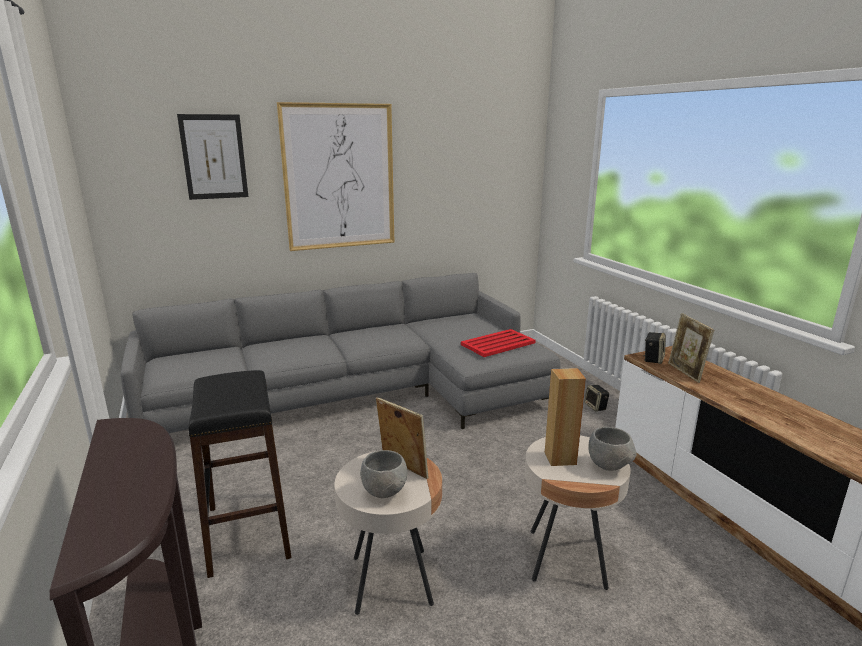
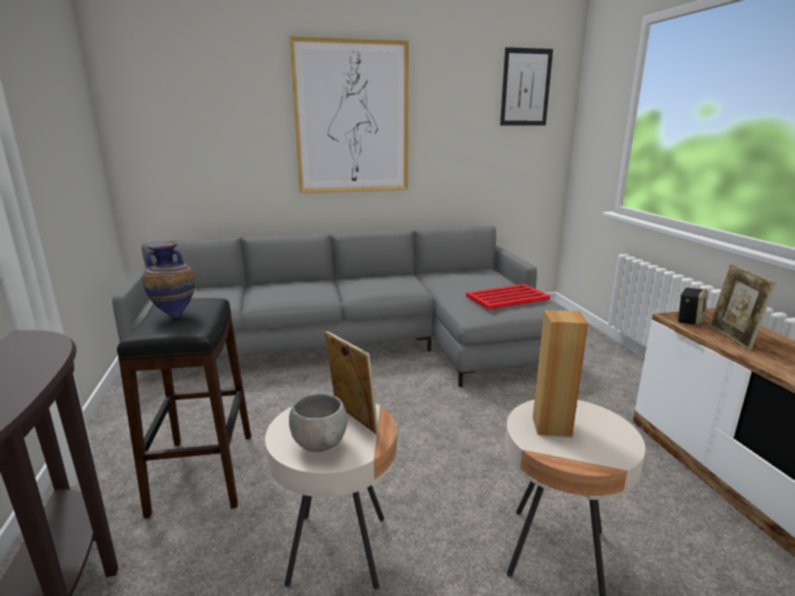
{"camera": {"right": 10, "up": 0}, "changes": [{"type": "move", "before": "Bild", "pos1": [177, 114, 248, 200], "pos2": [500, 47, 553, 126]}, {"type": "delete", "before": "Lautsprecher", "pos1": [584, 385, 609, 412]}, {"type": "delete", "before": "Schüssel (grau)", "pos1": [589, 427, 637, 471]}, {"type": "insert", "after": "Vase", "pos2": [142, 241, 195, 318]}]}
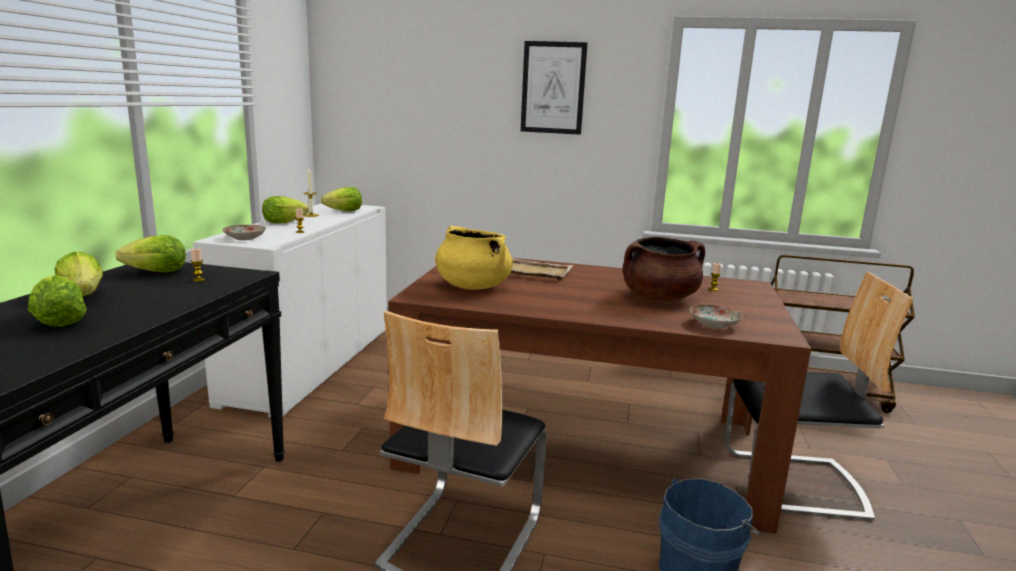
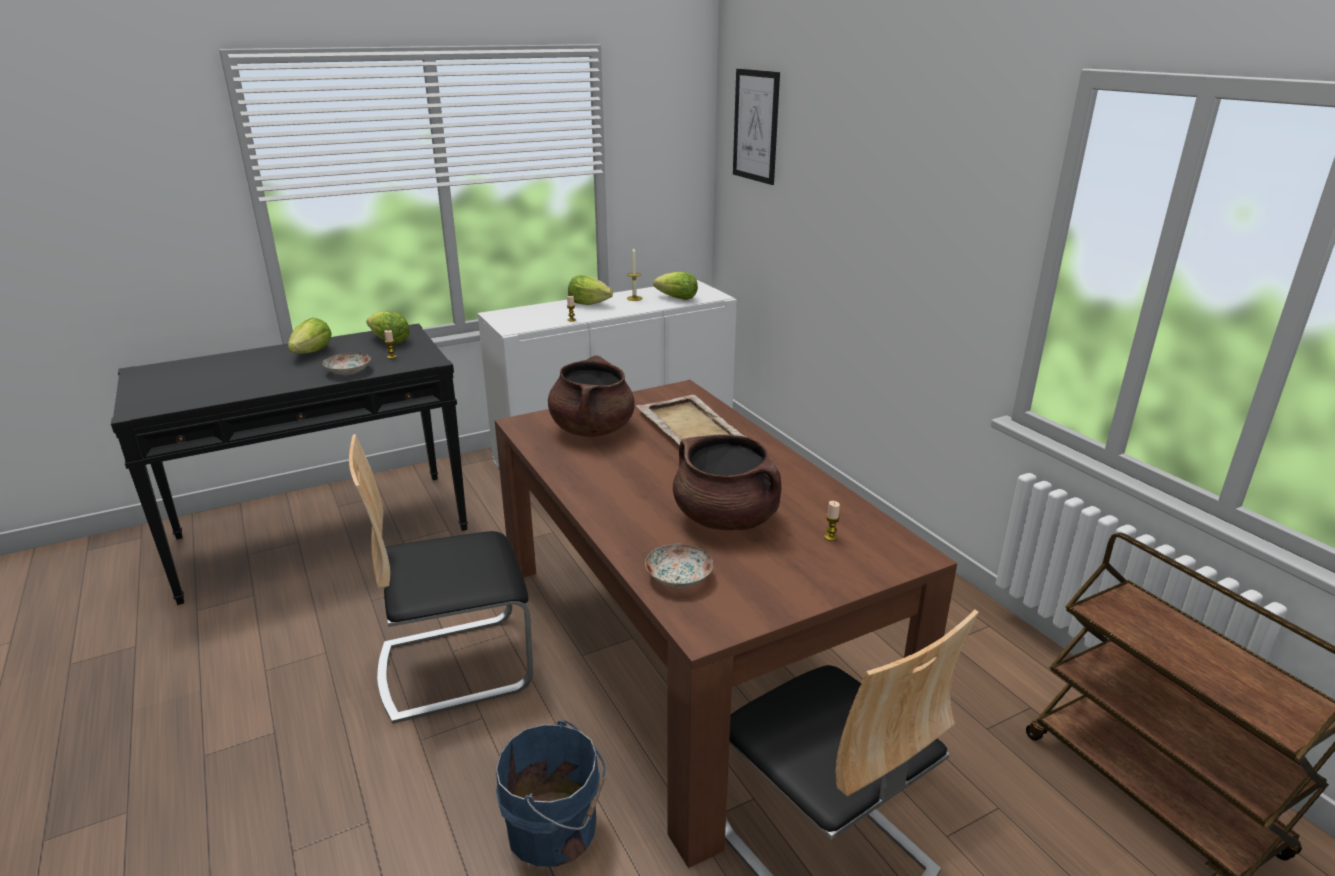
{"camera": {"right": 50, "up": 10}, "changes": [{"type": "move", "before": "Bild", "pos1": [521, 41, 587, 135], "pos2": [733, 69, 780, 185]}, {"type": "move", "before": "Teller", "pos1": [222, 225, 266, 240], "pos2": [322, 353, 371, 375]}, {"type": "recolor", "before": "Kochtopf (gelb)", "after": "Kochtopf (braun)", "pos1": [435, 225, 513, 290], "pos2": [548, 355, 635, 437]}, {"type": "delete", "before": "Salatkopf", "pos1": [28, 275, 87, 326]}]}
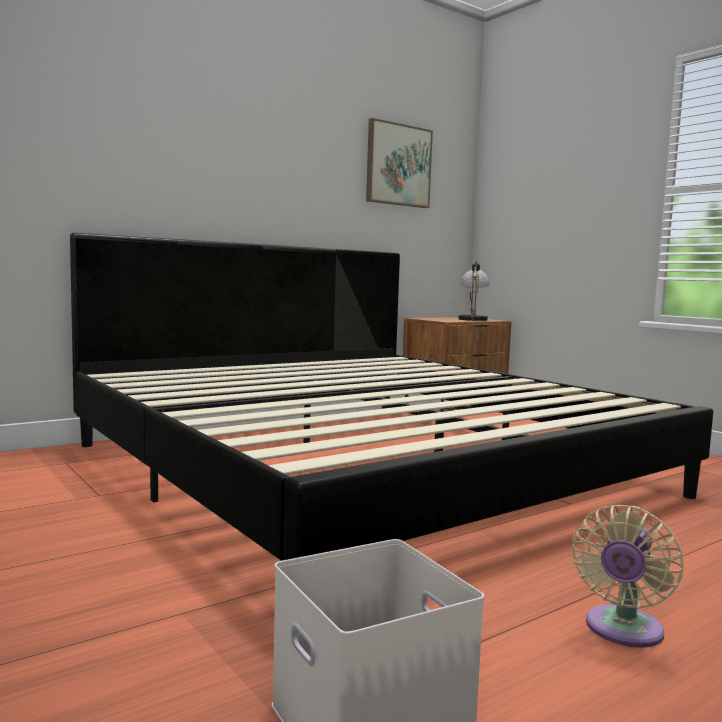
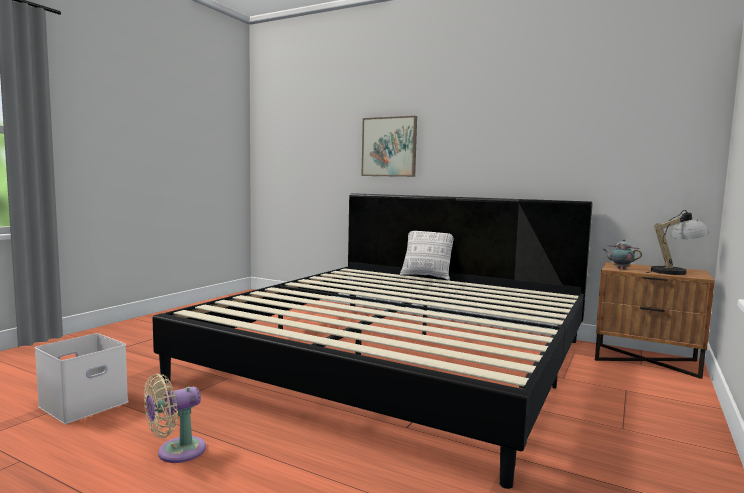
{"camera": {"right": 65, "up": 0}, "changes": [{"type": "move", "before": "Bild", "pos1": [366, 118, 433, 208], "pos2": [361, 116, 417, 177]}, {"type": "rotate", "before": "Ventilator (beige)", "pos1": [572, 505, 683, 648], "pos2": [144, 374, 206, 463], "turn": -45}, {"type": "insert", "after": "Kissen", "pos2": [400, 231, 454, 280]}, {"type": "insert", "after": "Teekanne", "pos2": [603, 239, 642, 269]}]}
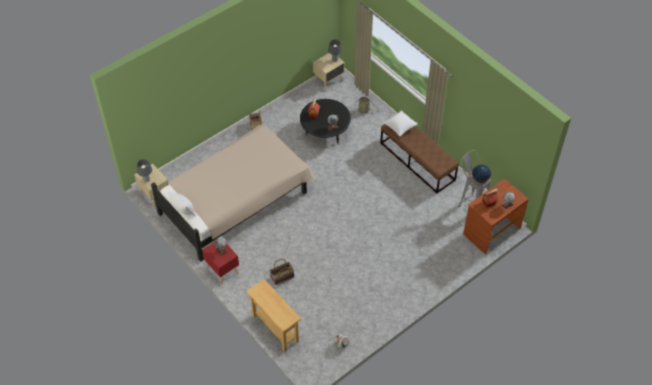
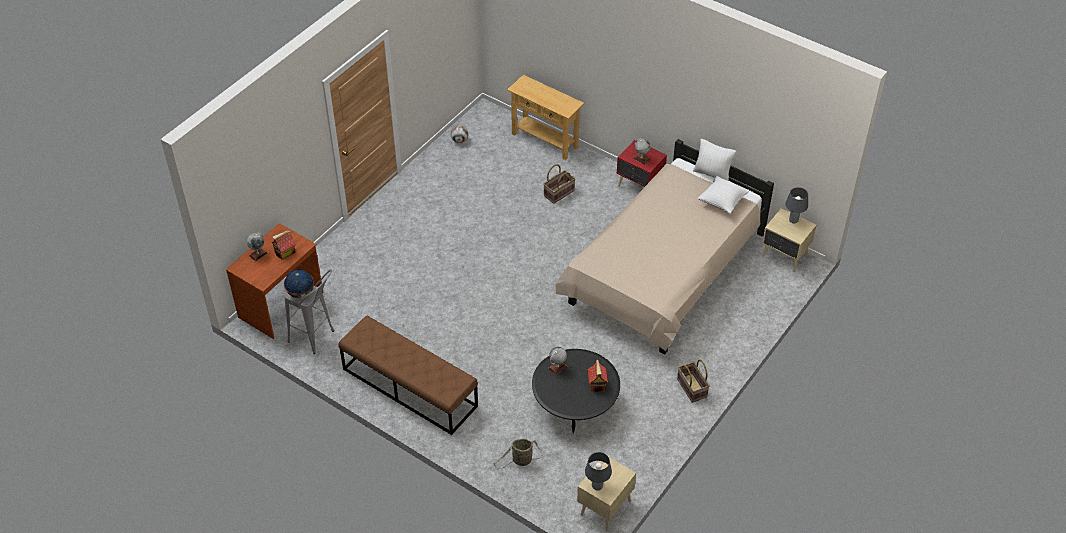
{"camera": {"right": 165, "up": -5}, "changes": [{"type": "move", "before": "Kissen (weiß)", "pos1": [383, 110, 418, 136], "pos2": [698, 176, 749, 214]}]}
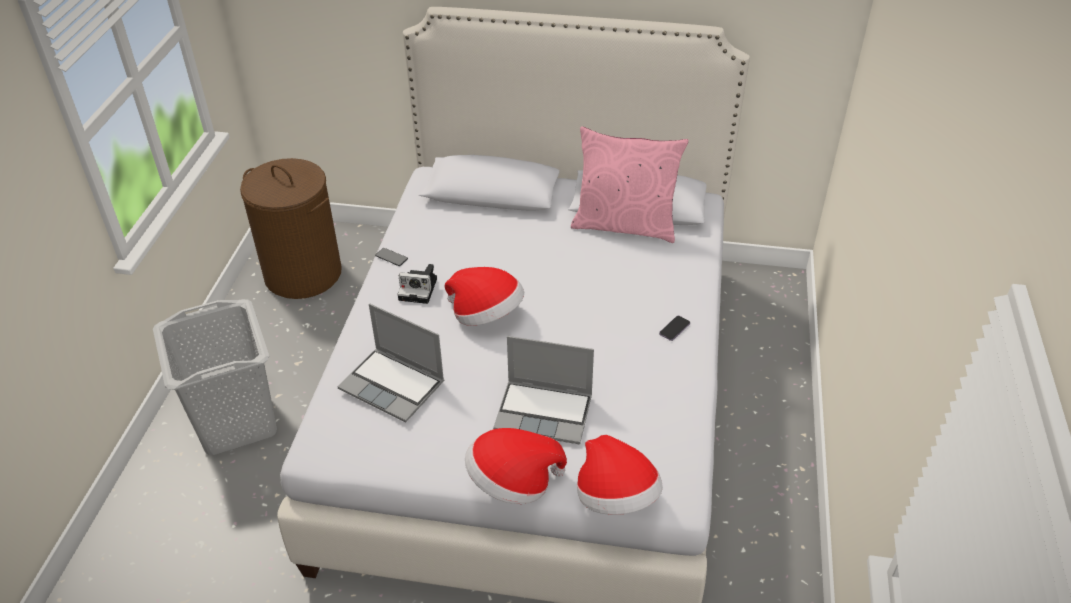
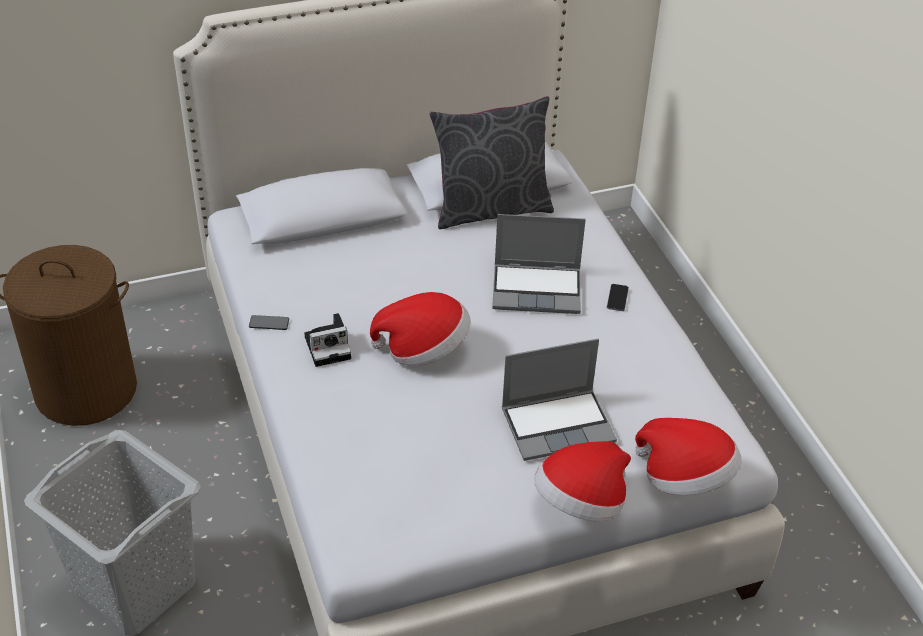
{"camera": {"right": -30, "up": 0}, "changes": [{"type": "recolor", "before": "Kissen (rosa)", "after": "Kissen (grau)", "pos1": [571, 126, 689, 243], "pos2": [430, 96, 554, 229]}, {"type": "move", "before": "Laptop", "pos1": [337, 304, 444, 422], "pos2": [492, 214, 586, 314]}]}
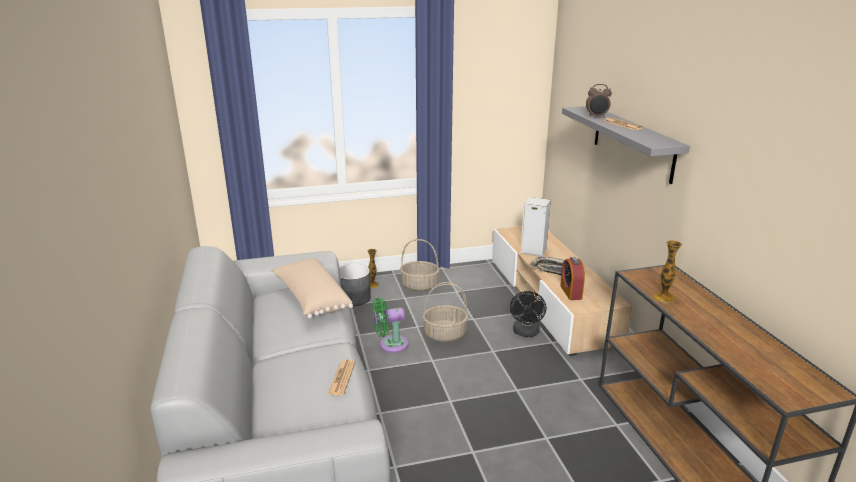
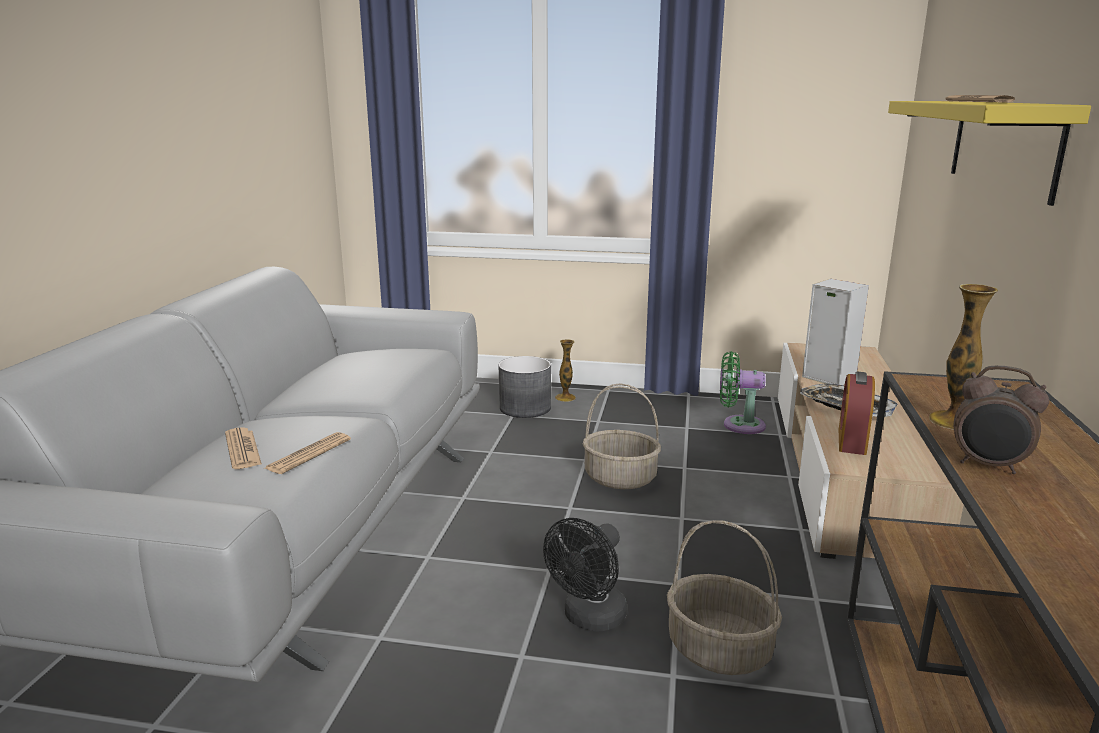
{"camera": {"right": 25, "up": -5}, "changes": [{"type": "move", "before": "Wecker", "pos1": [586, 84, 612, 118], "pos2": [954, 365, 1049, 474]}, {"type": "recolor", "before": "Wandregal (grau)", "after": "Wandregal (gelb)", "pos1": [562, 106, 690, 184], "pos2": [888, 101, 1091, 206]}, {"type": "move", "before": "Korb", "pos1": [400, 239, 440, 291], "pos2": [667, 520, 782, 675]}, {"type": "delete", "before": "Kissen (beige)", "pos1": [272, 258, 353, 319]}, {"type": "move", "before": "Ventilator (schwarz)", "pos1": [510, 291, 546, 337], "pos2": [543, 518, 627, 632]}, {"type": "move", "before": "Ventilator (grün)", "pos1": [372, 297, 408, 353], "pos2": [720, 351, 766, 434]}, {"type": "insert", "after": "Zeitung", "pos2": [225, 427, 262, 469]}]}
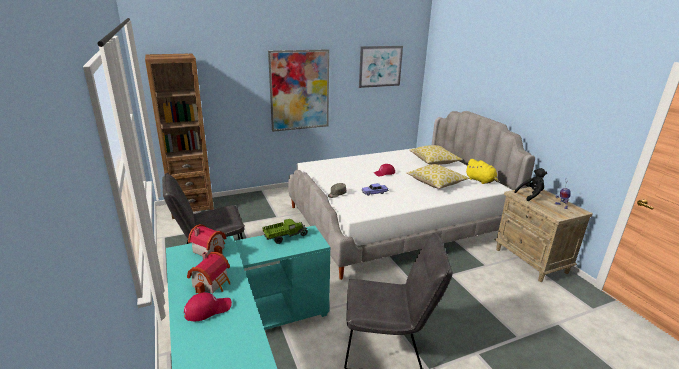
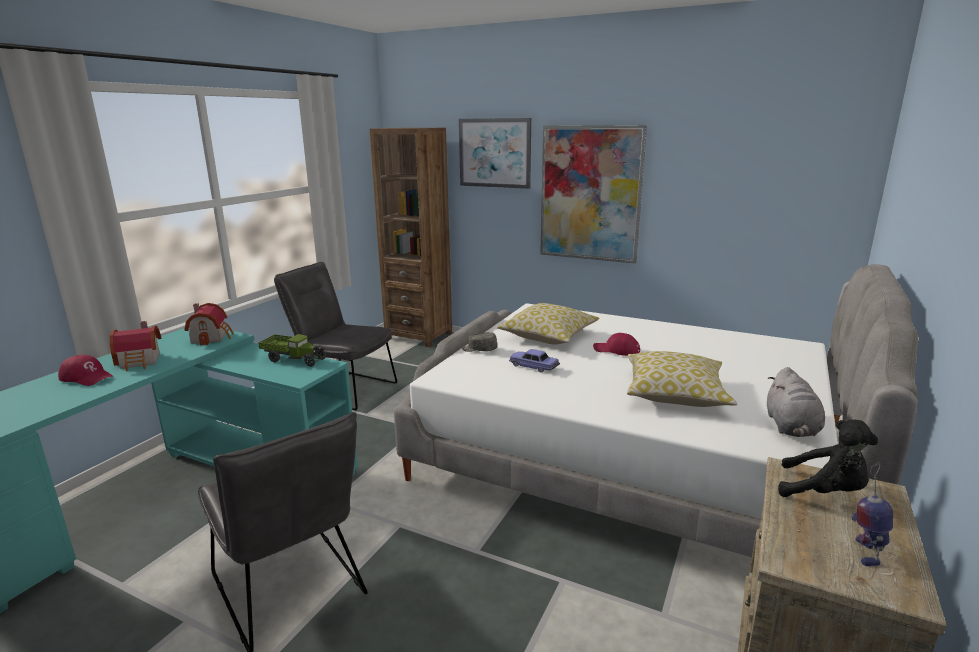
{"camera": {"right": 50, "up": -5}, "changes": [{"type": "move", "before": "Bild", "pos1": [359, 46, 403, 88], "pos2": [459, 118, 531, 189]}, {"type": "move", "before": "Kissen", "pos1": [410, 145, 463, 165], "pos2": [497, 303, 599, 345]}, {"type": "recolor", "before": "Plüschtier (gelb)", "after": "Plüschtier (grau)", "pos1": [466, 159, 499, 184], "pos2": [767, 367, 825, 437]}]}
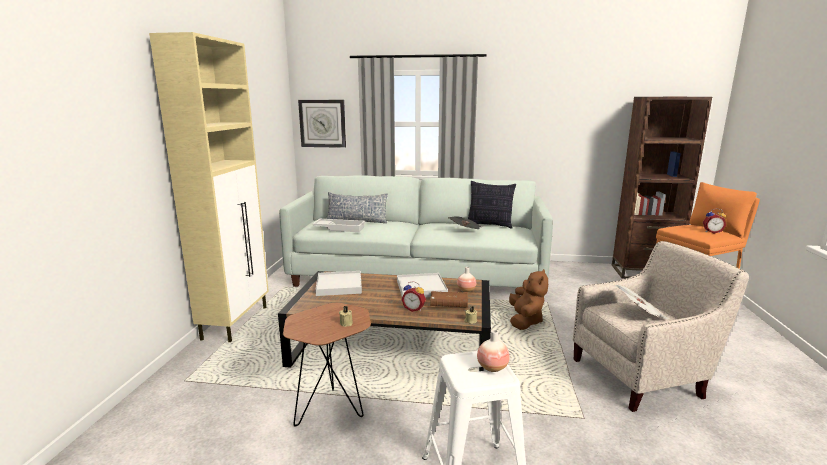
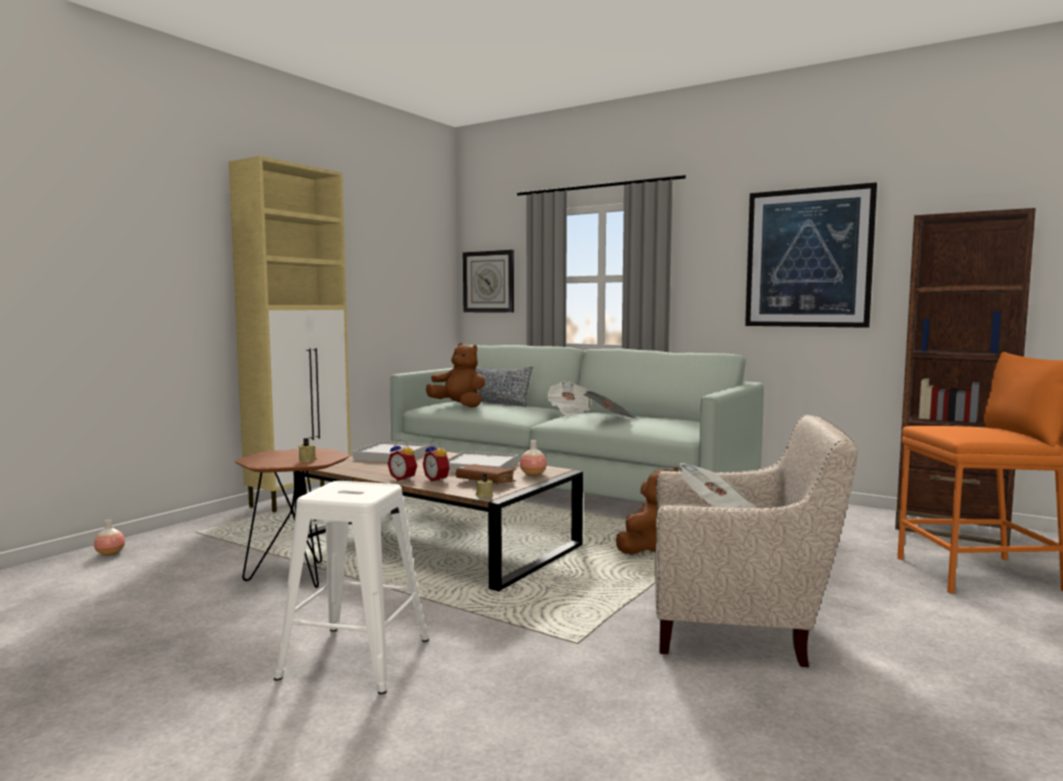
{"camera": {"right": 25, "up": -10}, "changes": [{"type": "delete", "before": "Kissen", "pos1": [468, 181, 516, 229]}, {"type": "move", "before": "Wecker", "pos1": [703, 208, 726, 234], "pos2": [388, 440, 417, 481]}, {"type": "replace", "before": "Tablett (weiß)", "after": "Plüschtier (braun)", "pos1": [312, 219, 365, 232], "pos2": [426, 343, 485, 408]}, {"type": "move", "before": "Vase", "pos1": [477, 330, 510, 372], "pos2": [94, 519, 125, 556]}, {"type": "insert", "after": "Bild", "pos2": [745, 182, 877, 328]}, {"type": "insert", "after": "Zeitung", "pos2": [546, 382, 592, 415]}]}
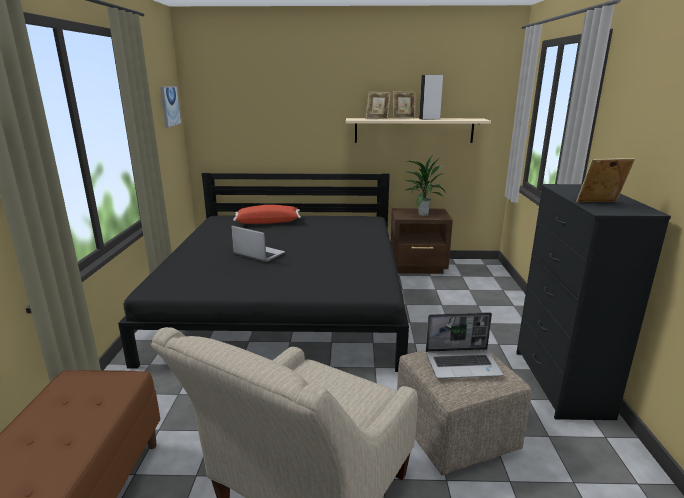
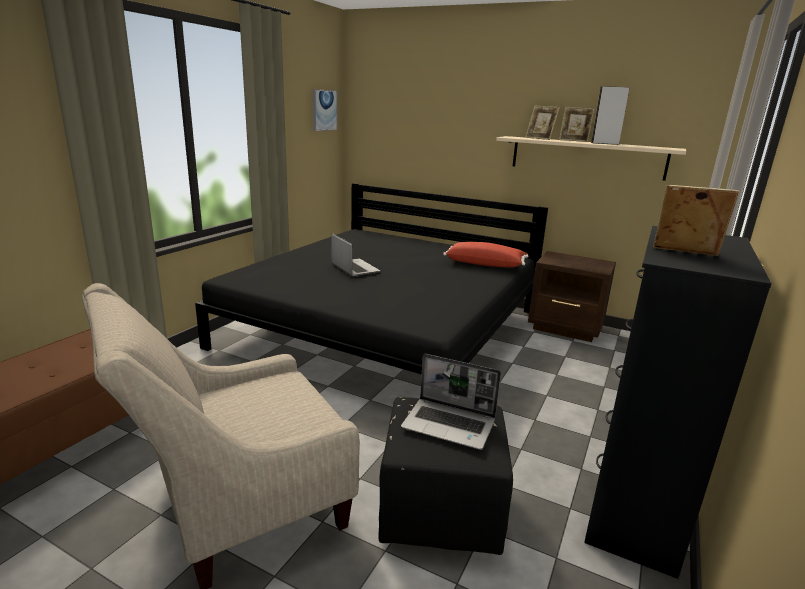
{"camera": {"right": 25, "up": 0}, "changes": [{"type": "delete", "before": "Topfpflanze", "pos1": [406, 156, 446, 216]}, {"type": "move", "before": "Kissen (rot)", "pos1": [233, 205, 301, 224], "pos2": [443, 242, 528, 268]}, {"type": "recolor", "before": "Polsterhocker (beige)", "after": "Polsterhocker (schwarz)", "pos1": [397, 350, 531, 476], "pos2": [378, 397, 513, 555]}]}
